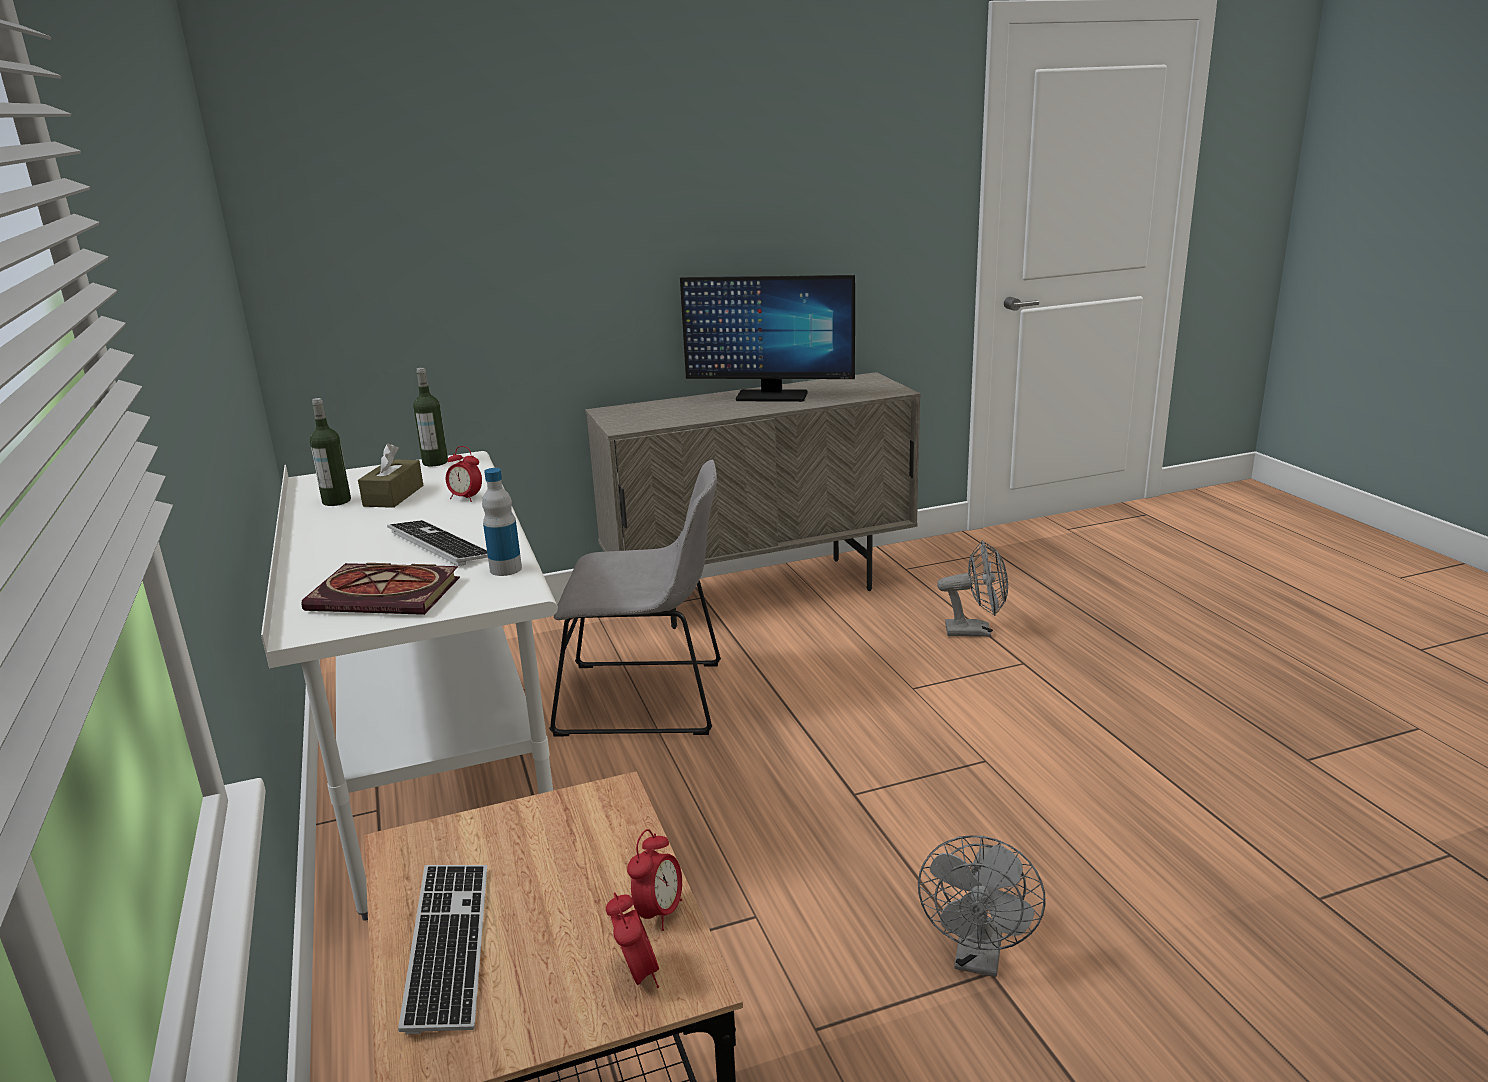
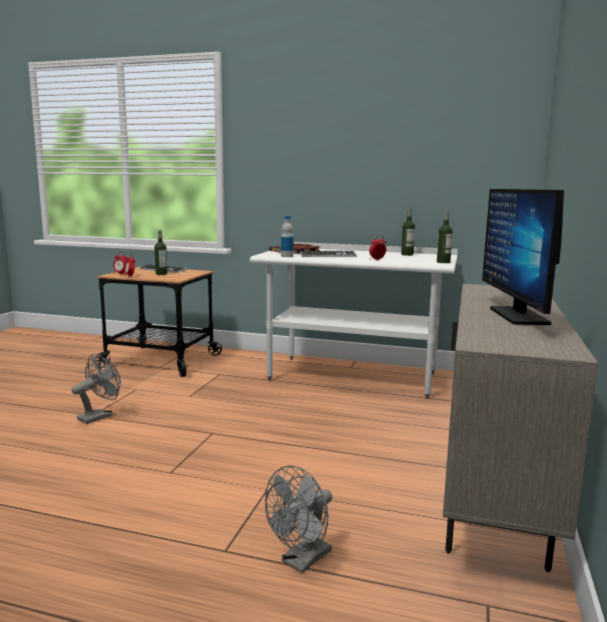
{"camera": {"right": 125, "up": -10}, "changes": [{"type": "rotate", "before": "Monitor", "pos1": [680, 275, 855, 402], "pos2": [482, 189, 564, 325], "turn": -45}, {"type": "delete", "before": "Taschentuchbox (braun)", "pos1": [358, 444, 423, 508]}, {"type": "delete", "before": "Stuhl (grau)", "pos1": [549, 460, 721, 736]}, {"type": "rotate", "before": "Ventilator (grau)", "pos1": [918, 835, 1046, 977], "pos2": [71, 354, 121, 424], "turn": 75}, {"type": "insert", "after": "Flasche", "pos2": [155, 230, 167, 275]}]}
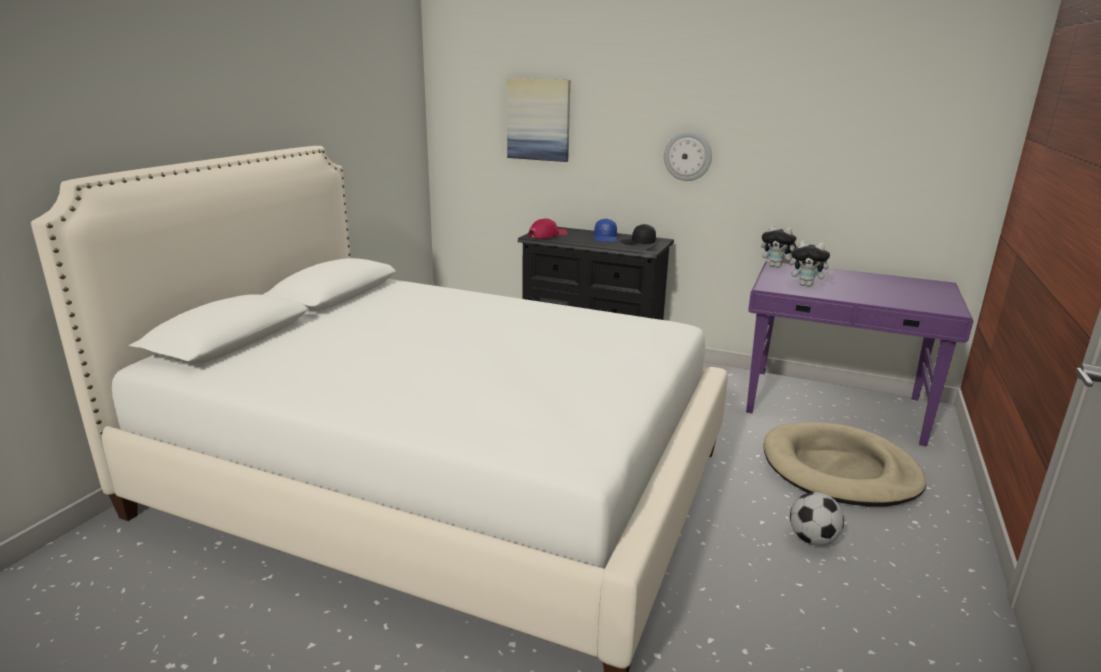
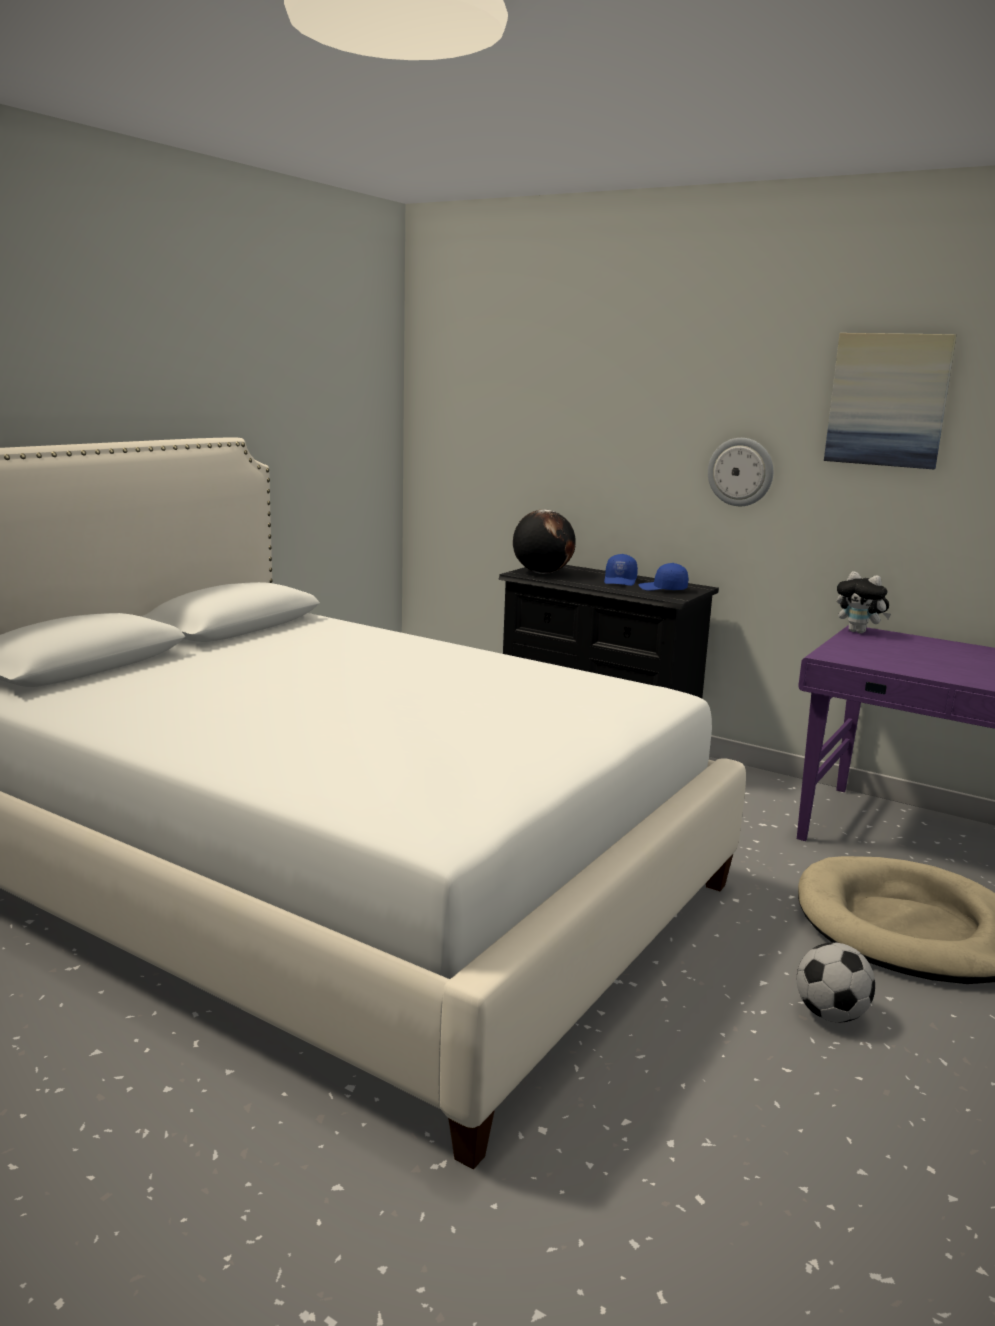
{"camera": {"right": 10, "up": -5}, "changes": [{"type": "move", "before": "Bild", "pos1": [507, 78, 570, 162], "pos2": [824, 333, 956, 469]}, {"type": "replace", "before": "Kappe (rot)", "after": "Globus", "pos1": [528, 218, 568, 238], "pos2": [513, 509, 576, 574]}, {"type": "recolor", "before": "Kappe (schwarz)", "after": "Kappe (blau)", "pos1": [621, 224, 656, 245], "pos2": [639, 563, 688, 591]}, {"type": "delete", "before": "Plüschtier", "pos1": [790, 240, 833, 287]}]}
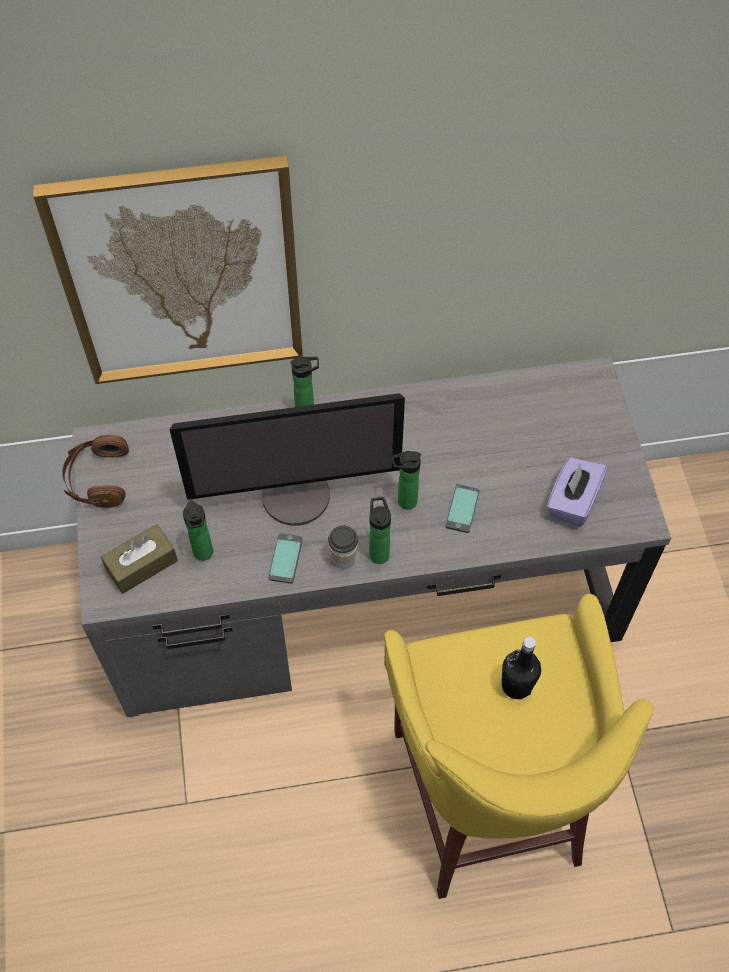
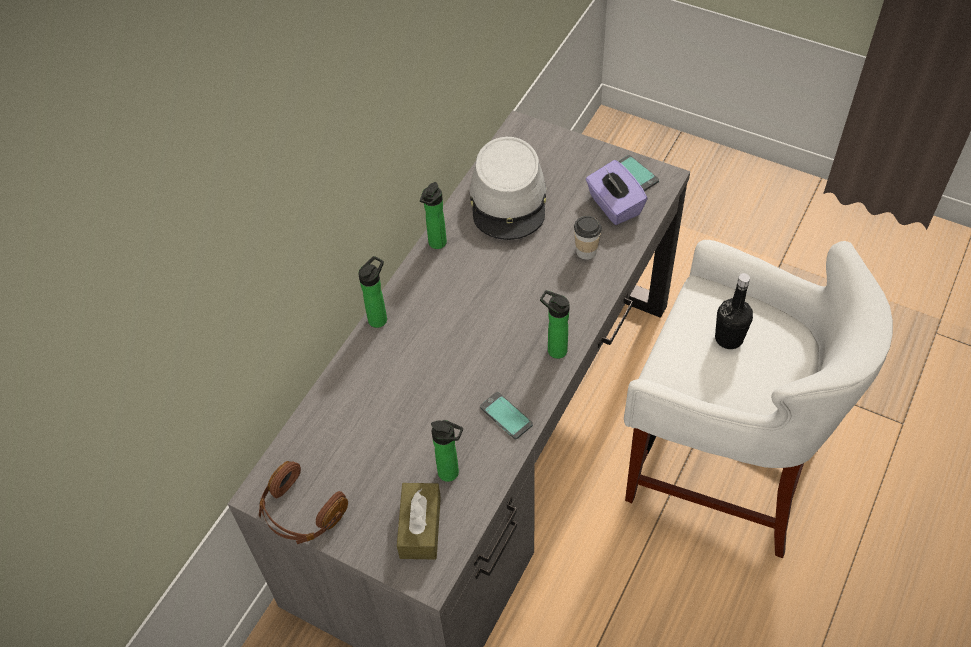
{"camera": {"right": -50, "up": -5}, "changes": [{"type": "delete", "before": "Bild", "pos1": [33, 156, 303, 384]}, {"type": "delete", "before": "Monitor", "pos1": [169, 393, 405, 526]}, {"type": "move", "before": "Flasche", "pos1": [391, 451, 421, 510], "pos2": [420, 182, 447, 249]}, {"type": "move", "before": "Handy", "pos1": [445, 484, 480, 533], "pos2": [618, 155, 659, 191]}, {"type": "move", "before": "Tasse", "pos1": [328, 525, 358, 569], "pos2": [574, 216, 602, 260]}, {"type": "recolor", "before": "Hocker (gelb)", "after": "Hocker (weiß)", "pos1": [384, 594, 654, 899], "pos2": [624, 240, 893, 558]}, {"type": "insert", "after": "Hut (grau)", "pos2": [469, 137, 547, 240]}]}
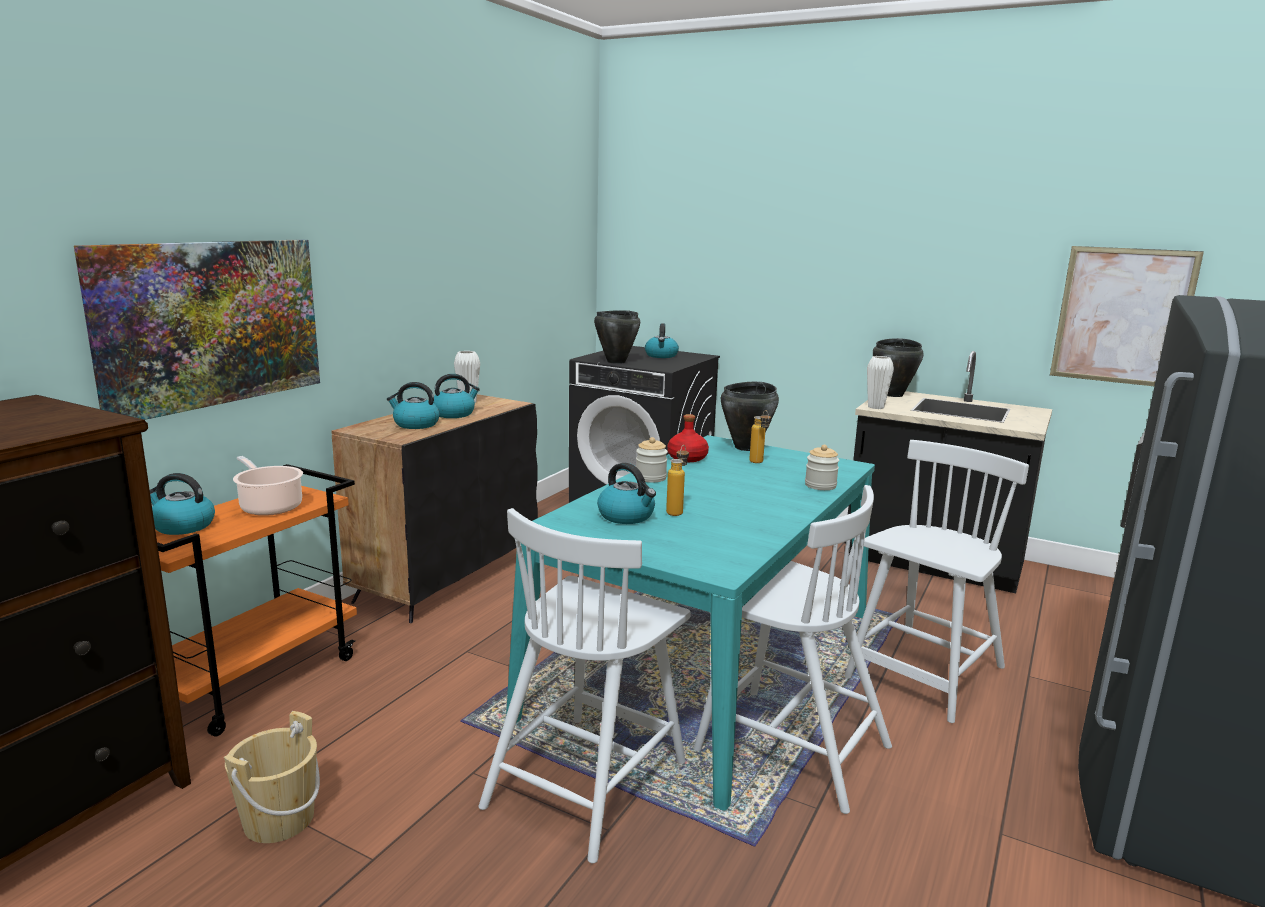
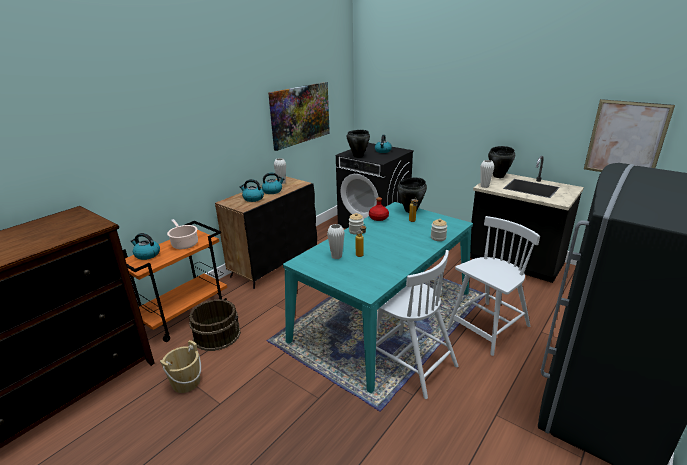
{"camera": {"right": 10, "up": 10}, "changes": [{"type": "move", "before": "Bild", "pos1": [74, 239, 320, 420], "pos2": [268, 82, 330, 151]}, {"type": "replace", "before": "Wasserkessel", "after": "Vase (weiß)", "pos1": [597, 463, 656, 524], "pos2": [327, 224, 345, 259]}, {"type": "delete", "before": "Stuhl (weiß)", "pos1": [479, 508, 691, 863]}, {"type": "insert", "after": "Eimer (braun)", "pos2": [189, 300, 241, 351]}]}
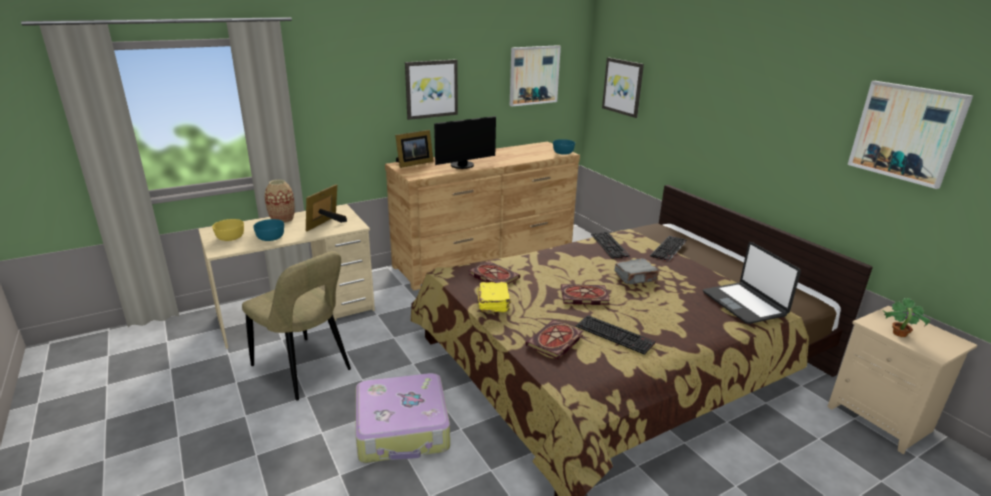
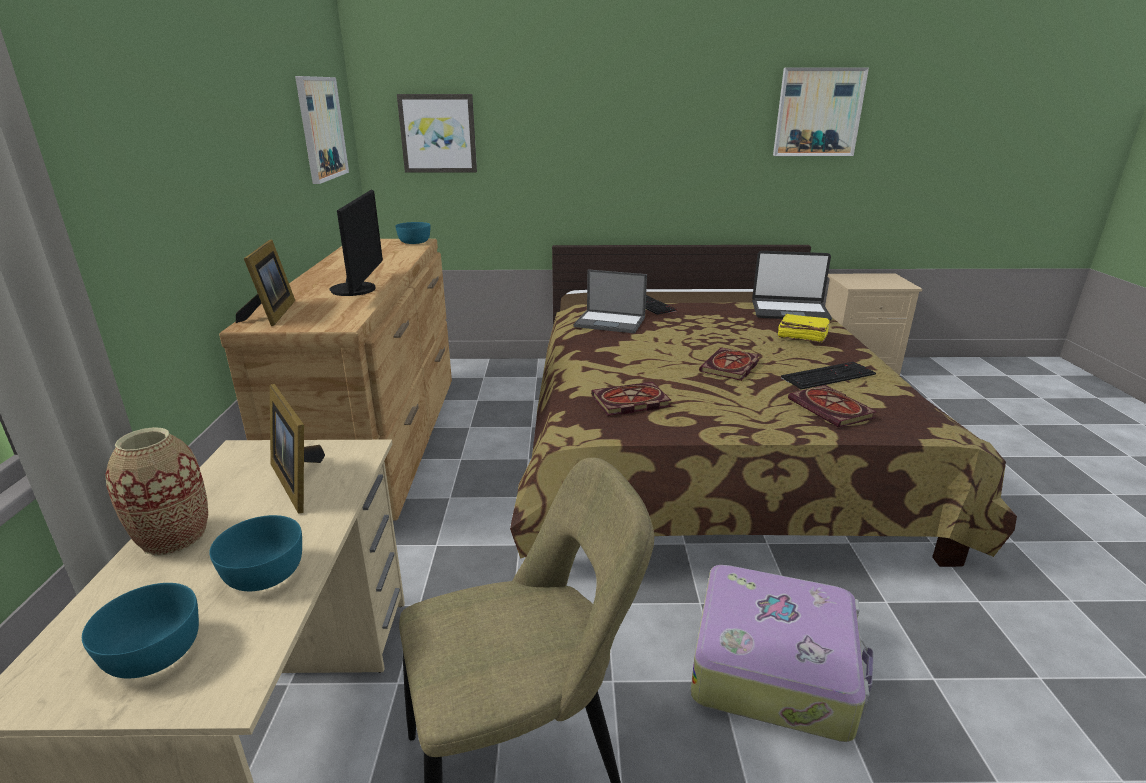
{"camera": {"right": -60, "up": 0}, "changes": [{"type": "delete", "before": "Bild", "pos1": [405, 59, 458, 120]}, {"type": "recolor", "before": "Schüssel (gelb)", "after": "Schüssel (türkis)", "pos1": [212, 219, 244, 241], "pos2": [82, 583, 199, 679]}, {"type": "replace", "before": "Tastatur", "after": "Laptop", "pos1": [591, 232, 630, 259], "pos2": [574, 269, 647, 333]}, {"type": "delete", "before": "Buch (grau)", "pos1": [614, 258, 659, 284]}, {"type": "move", "before": "Buch (gelb)", "pos1": [477, 282, 511, 312], "pos2": [778, 314, 830, 343]}, {"type": "delete", "before": "Topfpflanze", "pos1": [883, 298, 931, 337]}]}
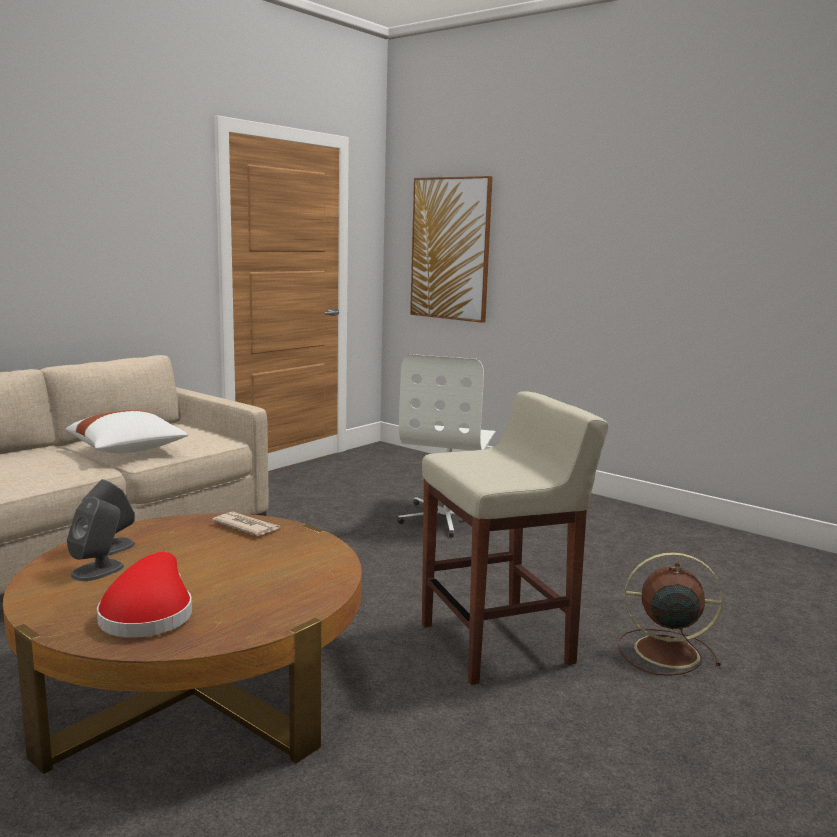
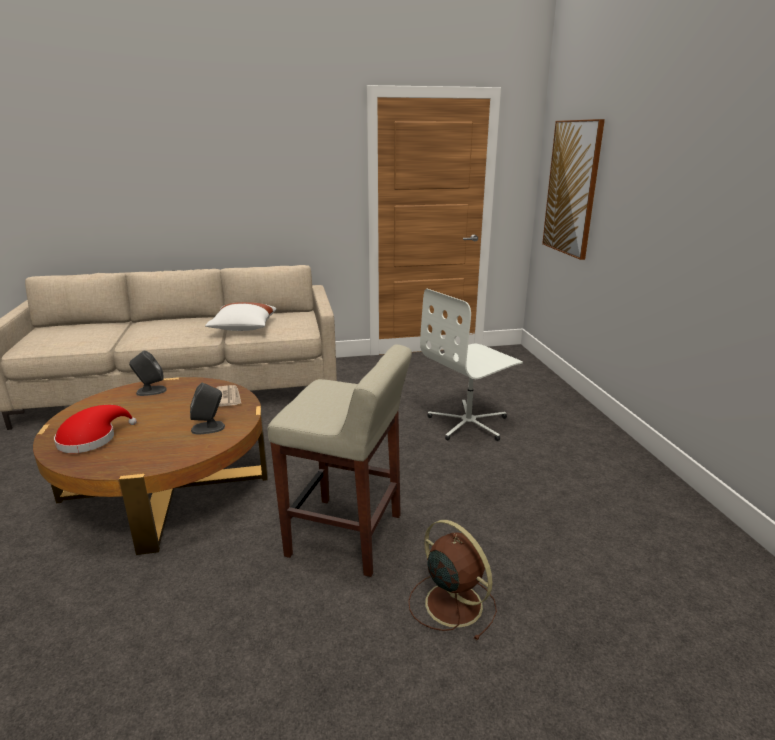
{"camera": {"right": 40, "up": 10}, "changes": [{"type": "move", "before": "Lautsprecher (grau)", "pos1": [67, 497, 124, 581], "pos2": [190, 383, 225, 434]}]}
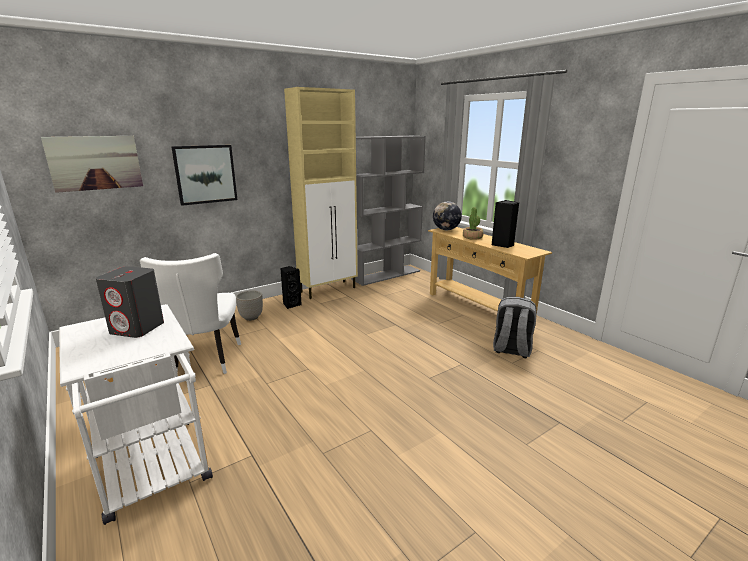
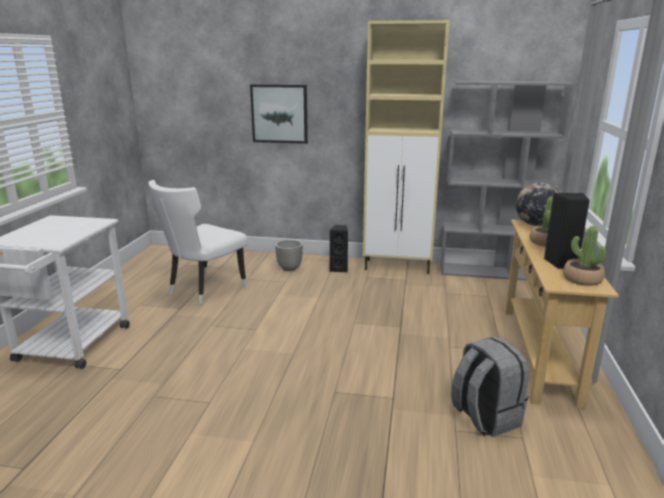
{"camera": {"right": 45, "up": 0}, "changes": [{"type": "delete", "before": "Bild", "pos1": [41, 136, 143, 193]}, {"type": "delete", "before": "Lautsprecher (grau)", "pos1": [96, 266, 164, 338]}, {"type": "insert", "after": "Topfpflanze", "pos2": [563, 226, 606, 286]}]}
